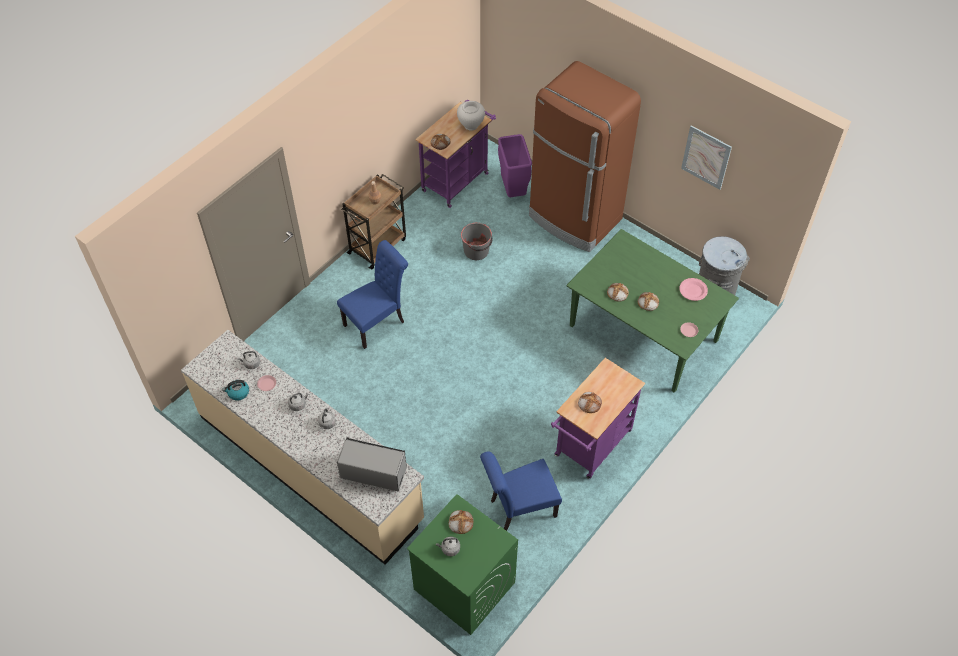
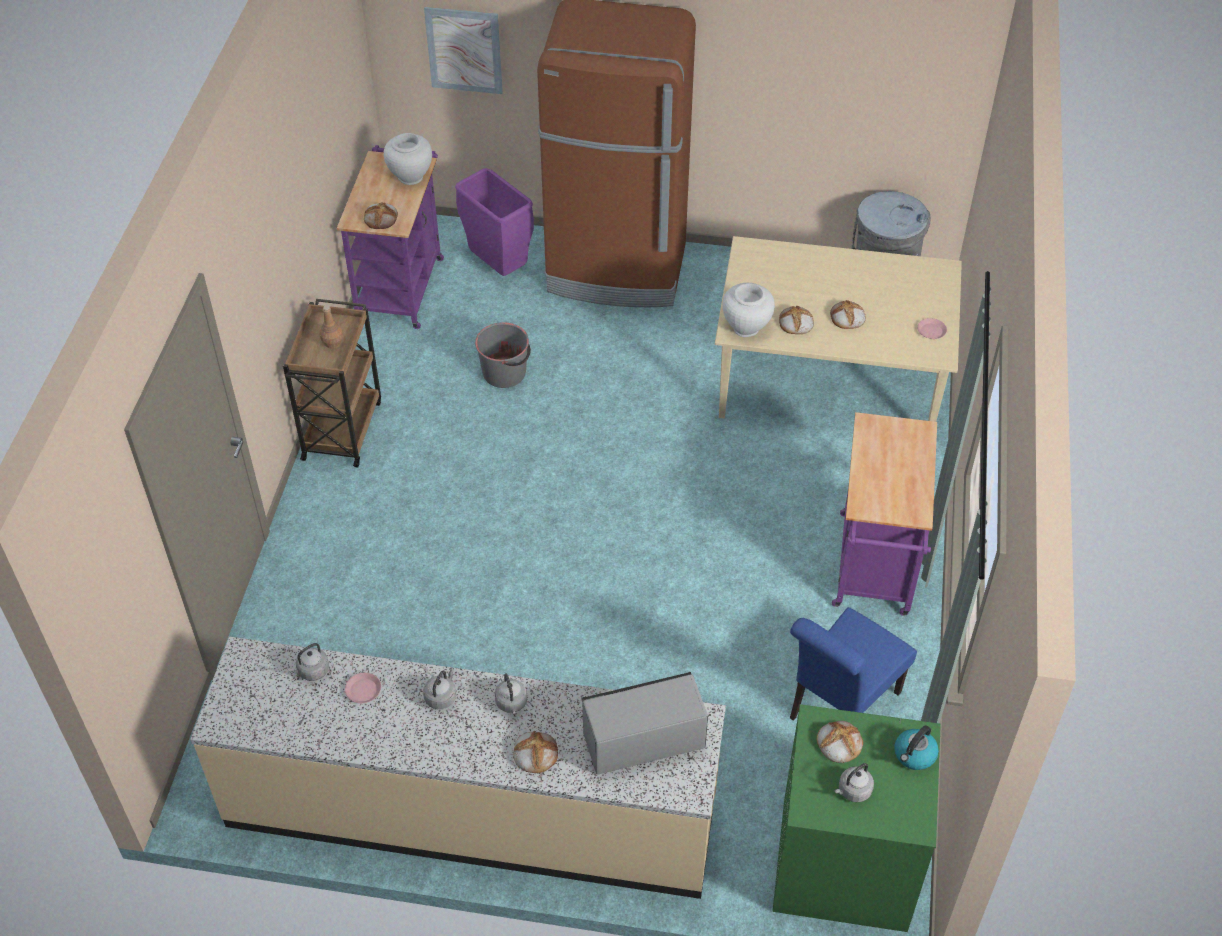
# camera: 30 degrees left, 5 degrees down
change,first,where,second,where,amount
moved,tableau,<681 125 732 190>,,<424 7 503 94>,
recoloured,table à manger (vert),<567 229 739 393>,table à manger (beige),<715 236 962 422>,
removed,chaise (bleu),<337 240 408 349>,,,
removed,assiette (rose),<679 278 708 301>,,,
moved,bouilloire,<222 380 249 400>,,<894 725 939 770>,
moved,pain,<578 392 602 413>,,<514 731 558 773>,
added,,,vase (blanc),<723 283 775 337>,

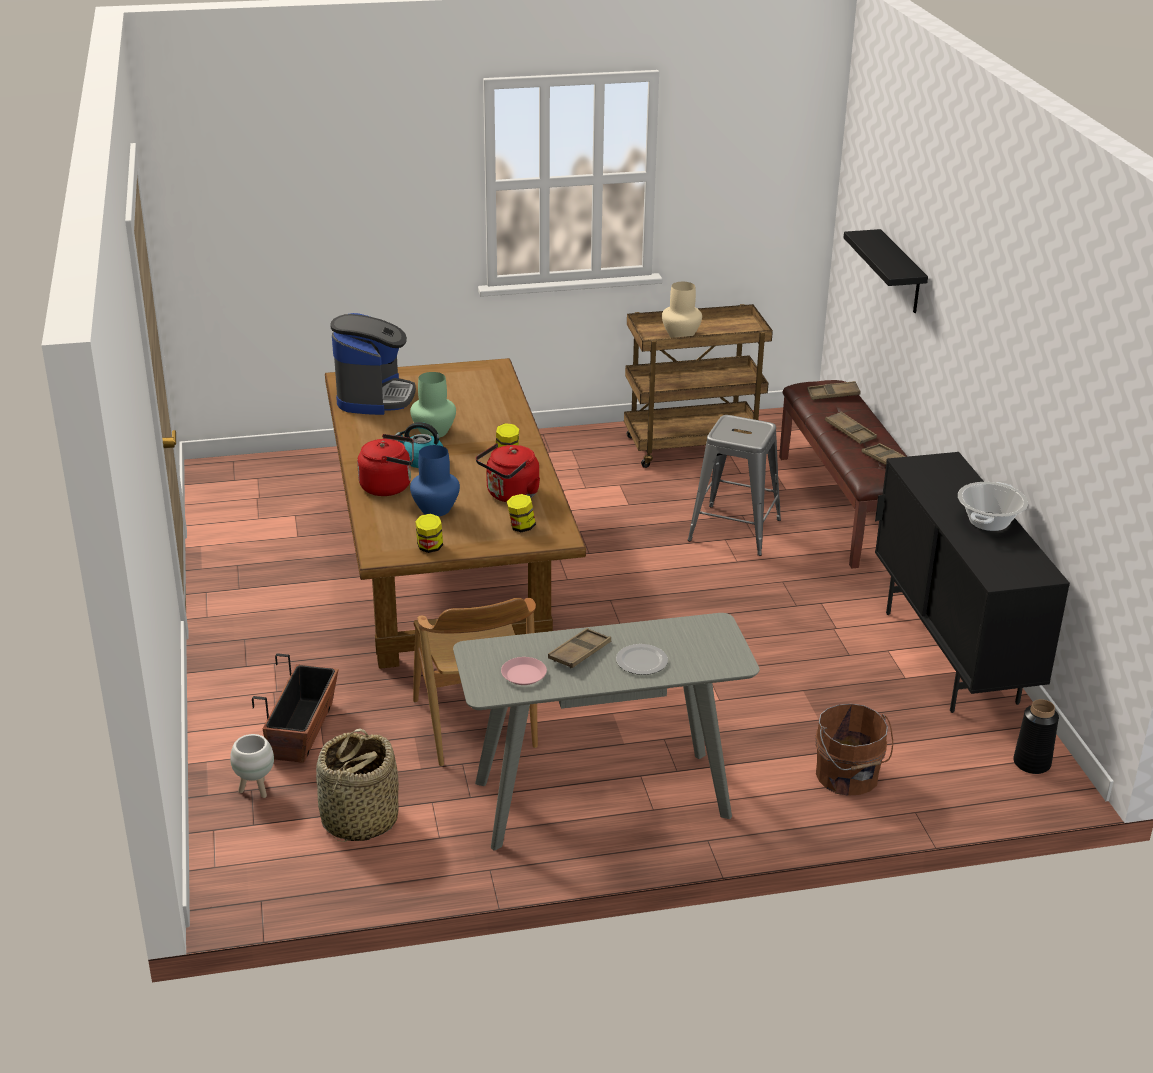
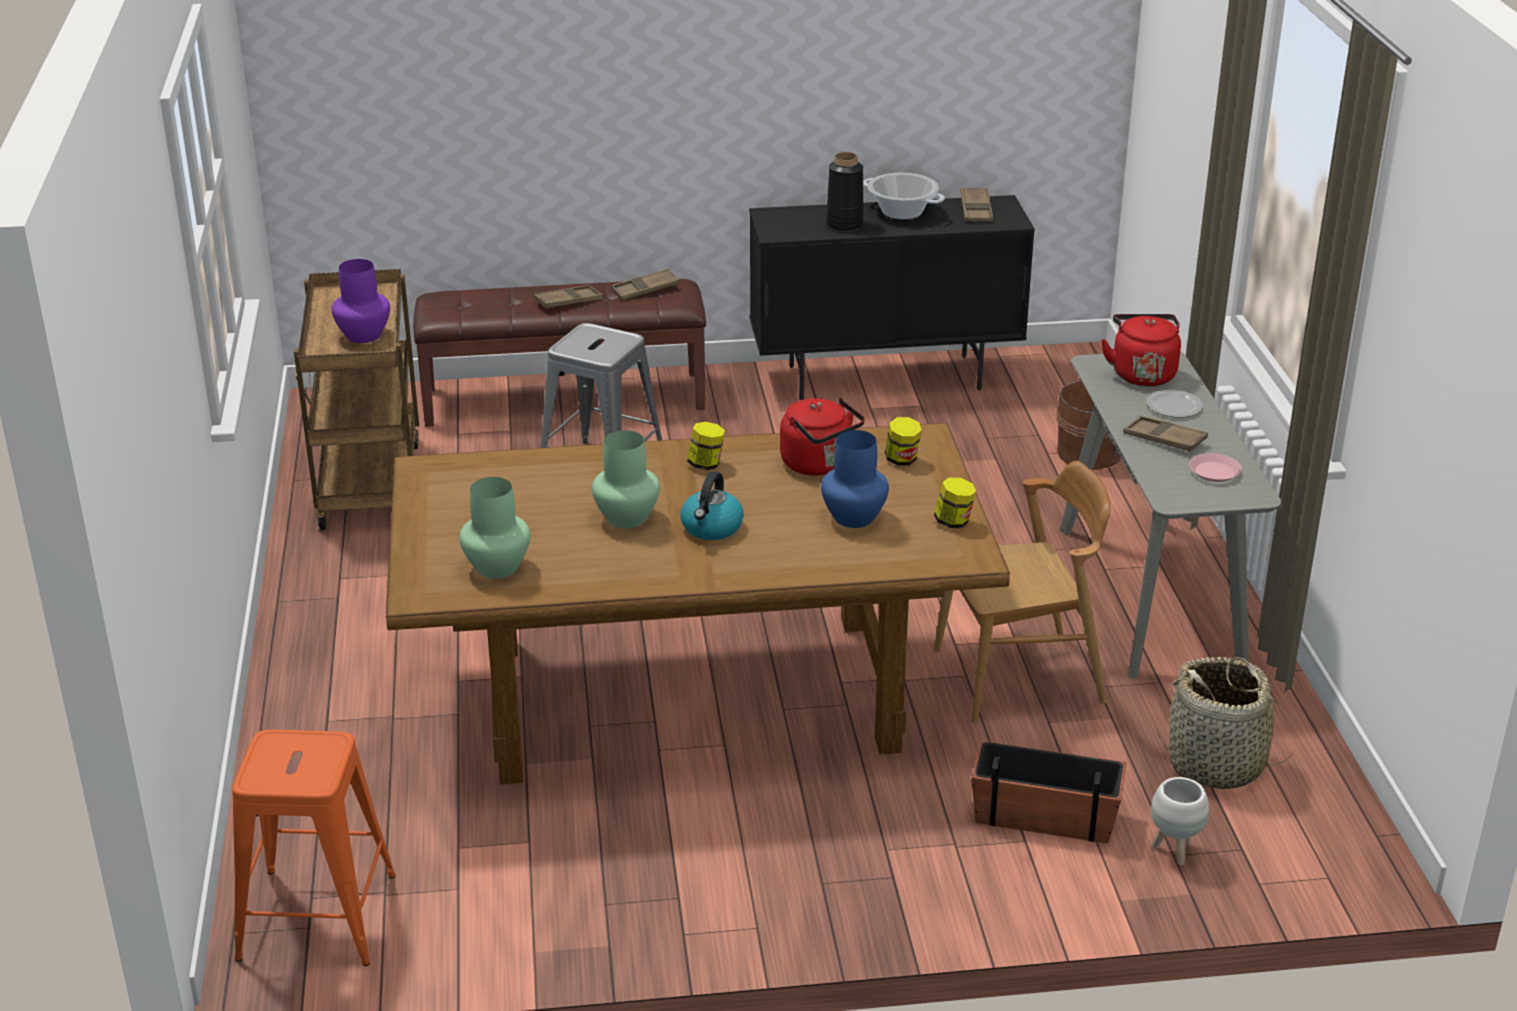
# camera: 85 degrees left, 0 degrees up
change,first,where,second,where,amount
removed,étagère (noir),<844 229 928 313>,,,
recoloured,vase (beige),<662 282 702 338>,vase (violet),<331 259 390 343>,
replaced,machine à café,<330 313 416 415>,vase (vert),<459 477 530 579>,
moved,plateau (marron),<807 381 861 400>,,<960 187 993 222>,
moved,bouilloire (rouge),<357 434 414 496>,,<1101 314 1181 386>,
moved,vase (noir),<1013 699 1059 774>,,<826 152 864 232>,
added,,,tabouret (orange),<232 729 396 966>,

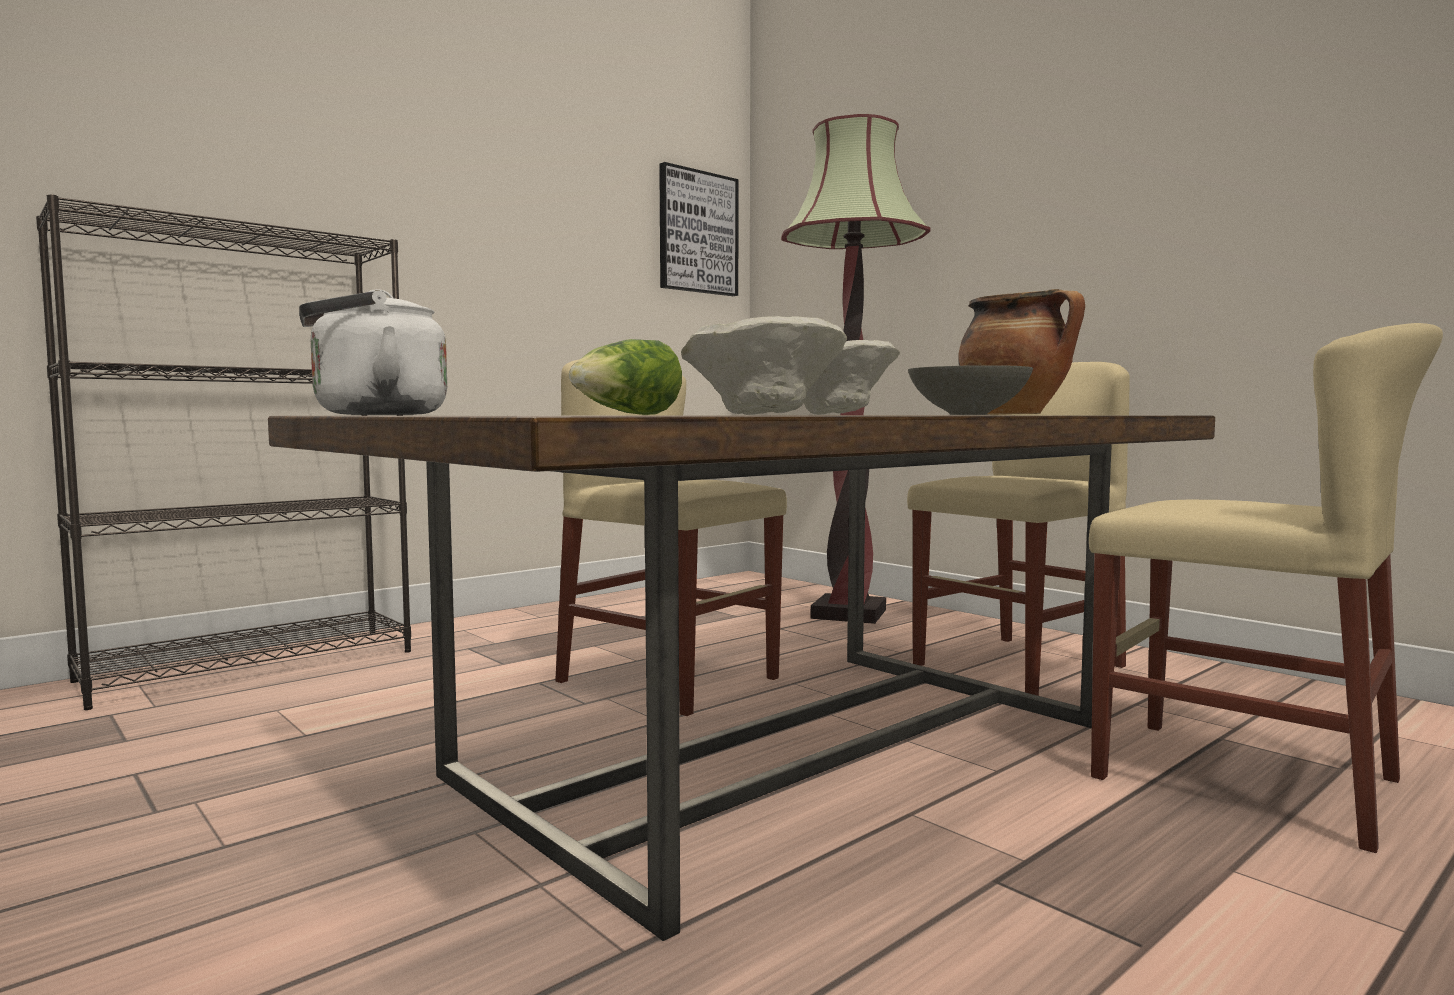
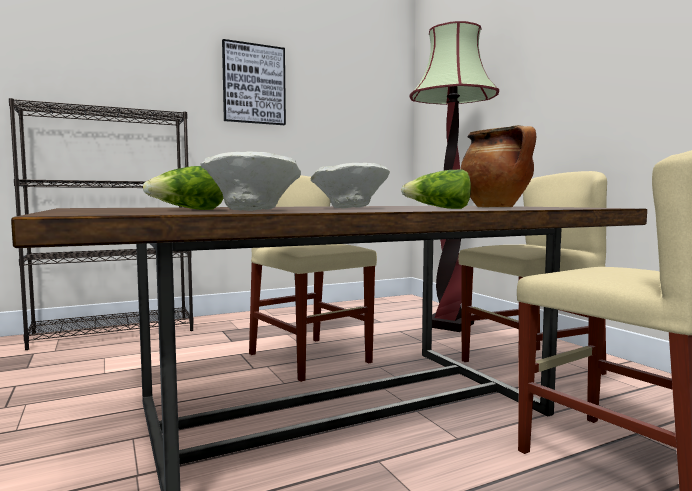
# camera: 15 degrees right, 0 degrees up
change,first,where,second,where,amount
moved,tableau,<659 162 738 296>,,<222 39 286 125>,
removed,bouilloire (blanc),<299 289 447 415>,,,
replaced,bol (gris),<908 365 1033 415>,laitue,<401 169 471 209>,

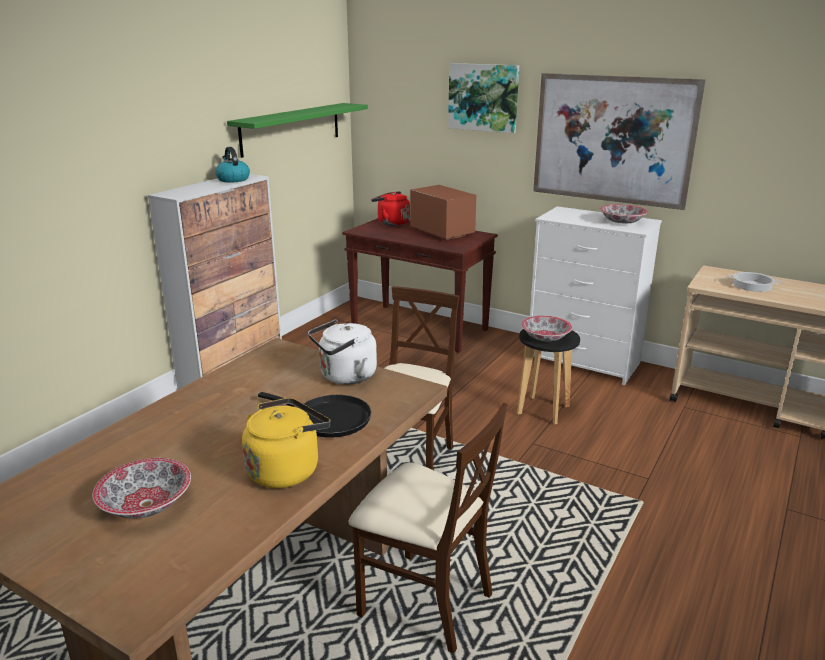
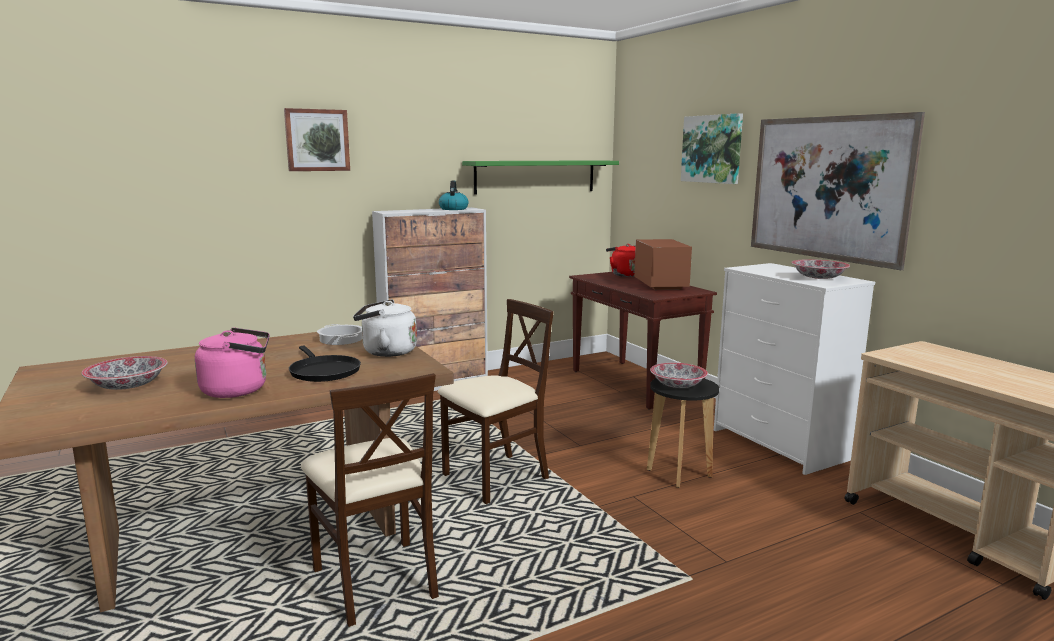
# camera: 30 degrees right, 10 degrees down
change,first,where,second,where,amount
moved,marmite,<728 272 781 292>,,<317 324 362 345>,
recoloured,bouilloire (jaune),<242 398 331 488>,bouilloire (rose),<195 328 270 398>,
added,,,tableau,<284 108 350 171>,

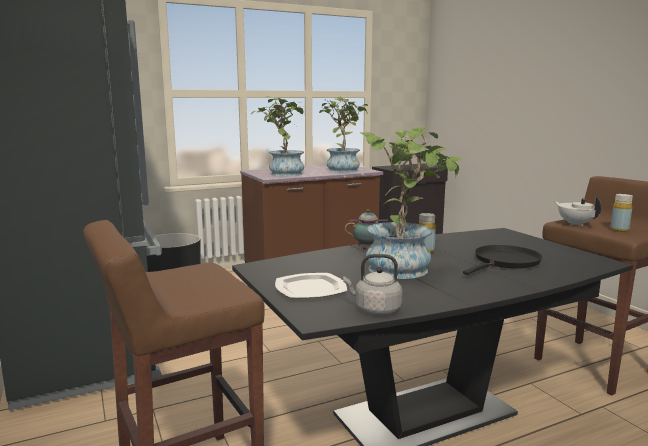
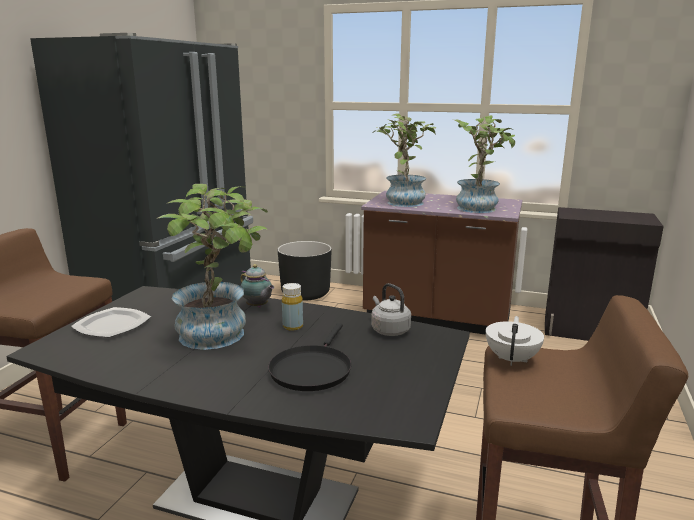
# camera: 45 degrees right, 5 degrees up
change,first,where,second,where,amount
removed,bouteille (jaune),<611 194 633 232>,,,
turned,poêle (noir),<463 245 542 275>,,<268 323 351 391>,105 degrees clockwise
moved,bouilloire (gris),<343 254 403 315>,,<371 283 411 336>,

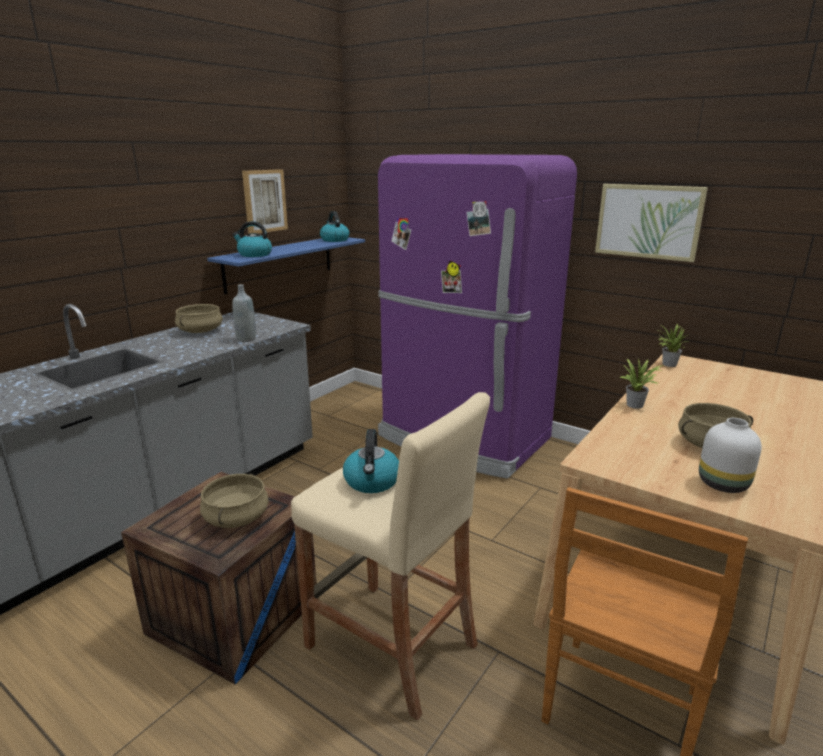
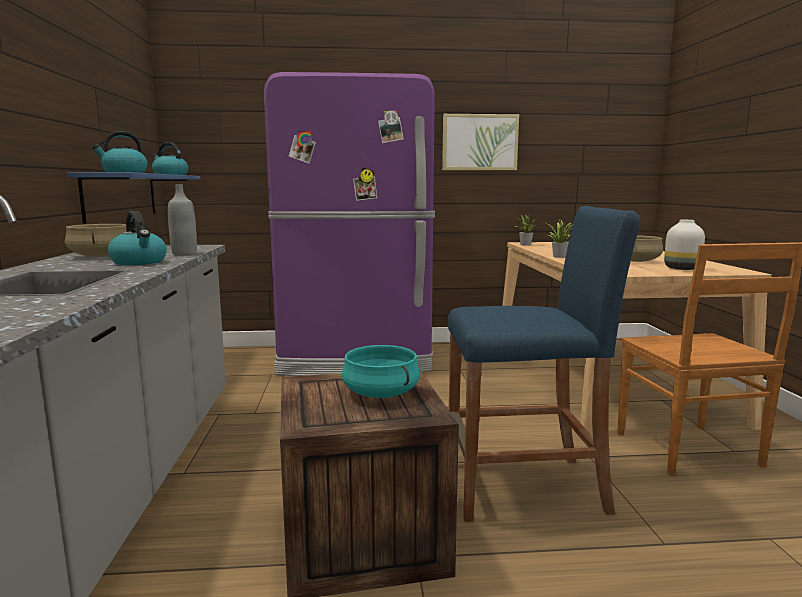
# camera: 40 degrees left, 10 degrees down
change,first,where,second,where,amount
removed,tableau,<242 169 288 234>,,,
recoloured,tabouret (beige),<291 392 490 721>,tabouret (bleu),<448 206 640 522>,
moved,bouilloire,<343 429 399 493>,,<108 211 167 265>,
recoloured,marmite (beige),<200 473 269 528>,marmite (turquoise),<342 345 420 398>,

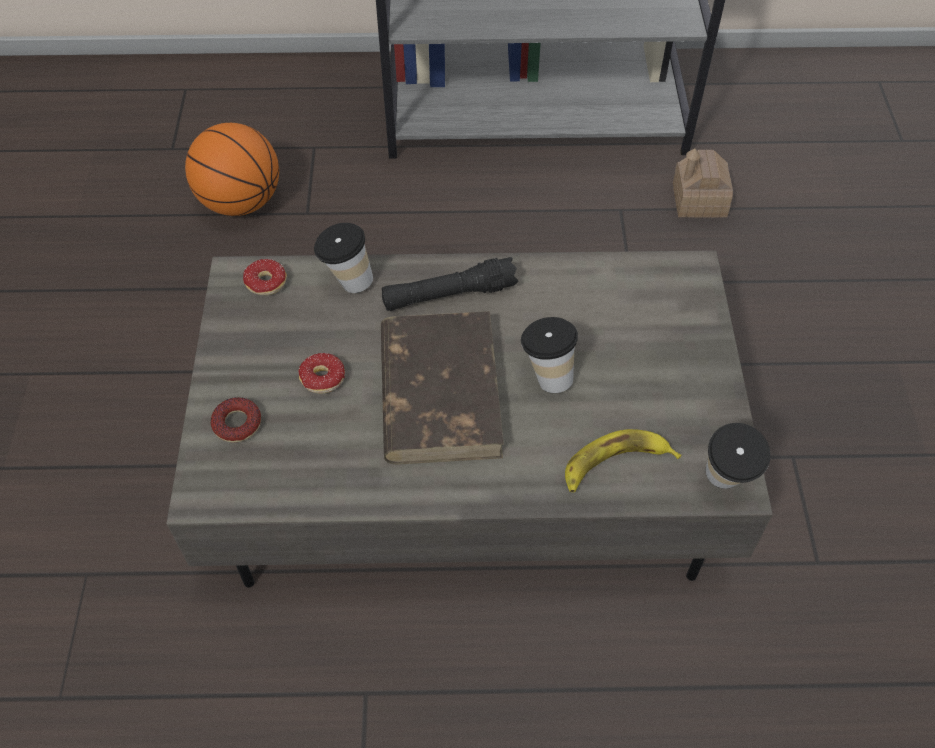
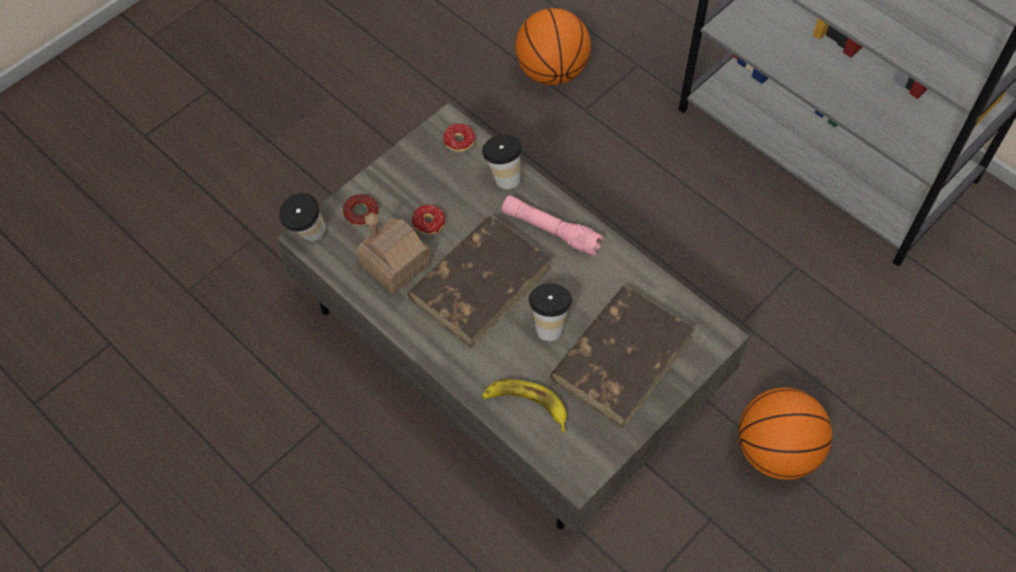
# camera: 45 degrees right, 5 degrees up
change,first,where,second,where,amount
moved,maison miniature,<673 148 733 218>,,<357 213 431 295>,
recoloured,lampe de poche (noir),<382 257 518 311>,lampe de poche (rose),<502 195 604 256>,
moved,tasse,<706 423 771 489>,,<279 193 326 241>,
added,,,livre (marron),<550 286 695 428>,
added,,,ballon de basket,<738 388 832 480>,

